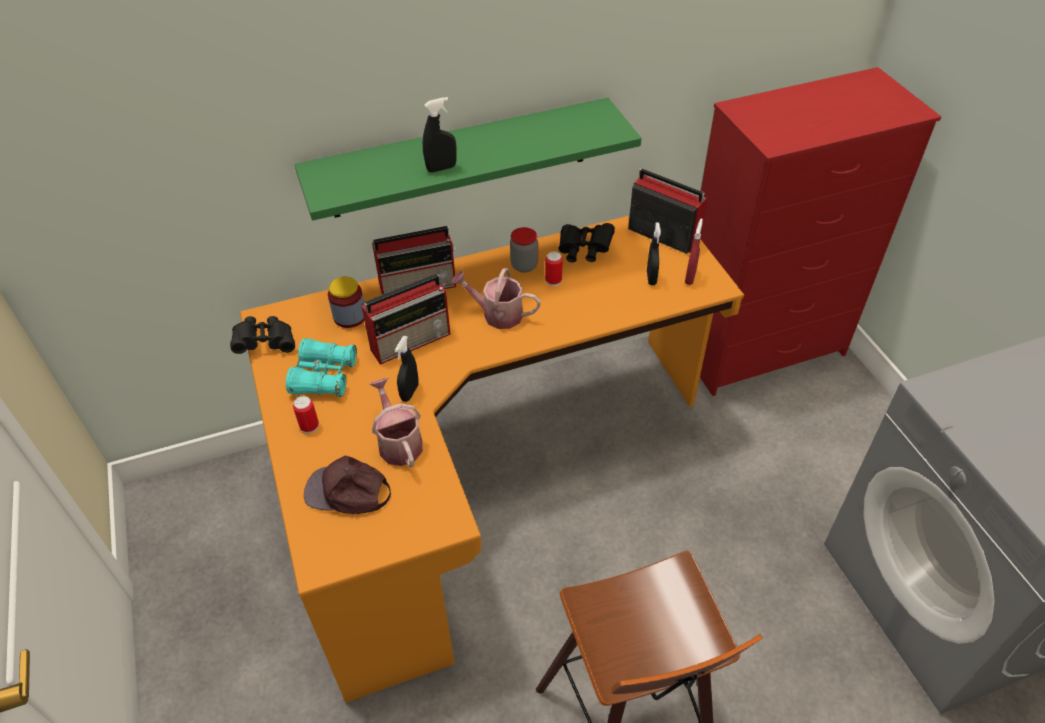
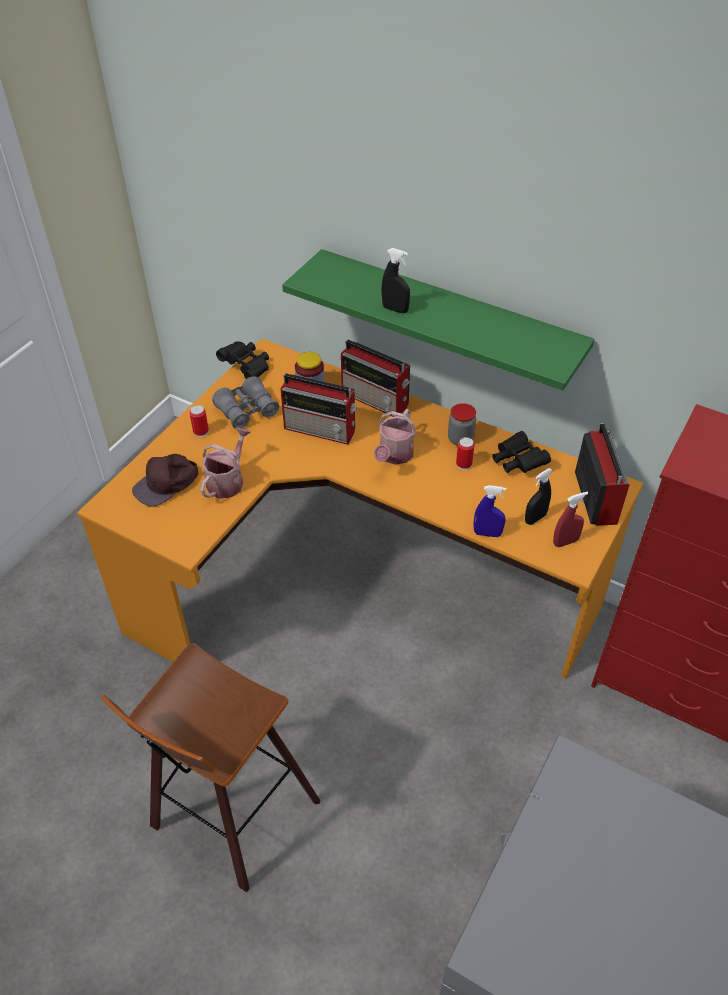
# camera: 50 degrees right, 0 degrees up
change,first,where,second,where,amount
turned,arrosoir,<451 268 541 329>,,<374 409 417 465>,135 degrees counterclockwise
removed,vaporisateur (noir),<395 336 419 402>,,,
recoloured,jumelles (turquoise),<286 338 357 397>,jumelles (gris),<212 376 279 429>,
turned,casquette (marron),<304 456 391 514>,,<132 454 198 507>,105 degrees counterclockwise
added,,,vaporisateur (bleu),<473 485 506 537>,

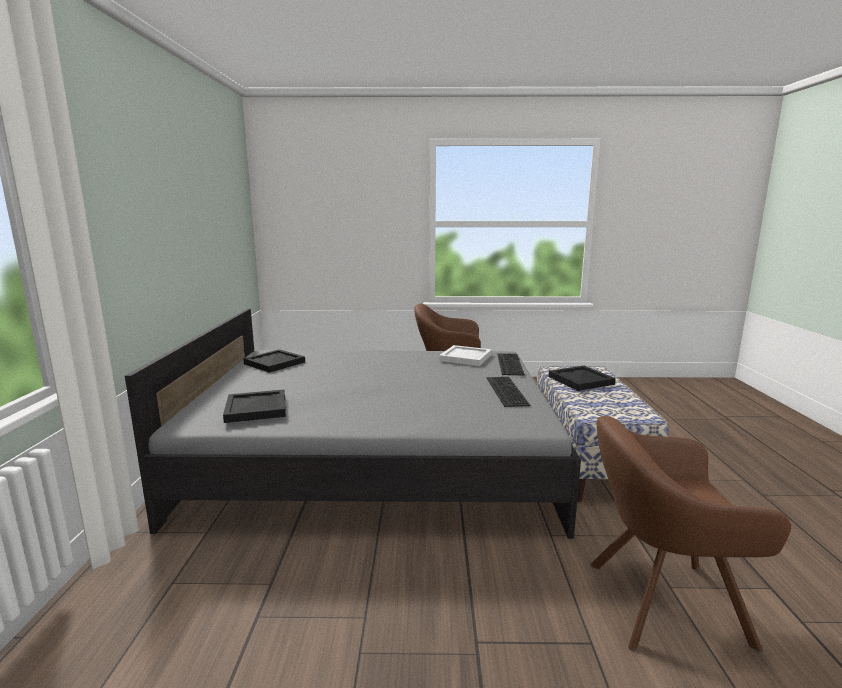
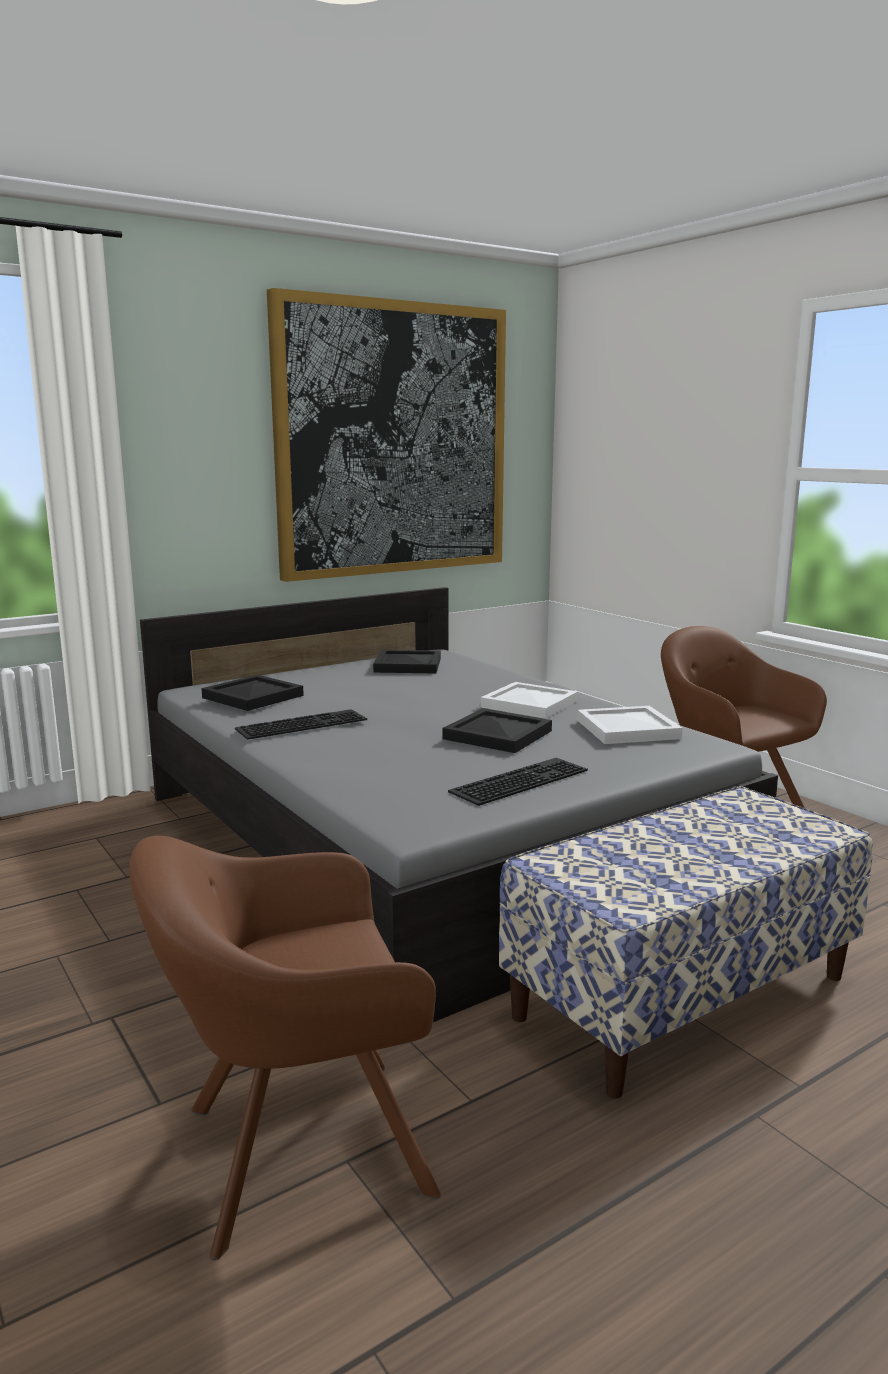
# camera: 55 degrees right, 0 degrees up
change,first,where,second,where,amount
moved,clavier,<497 353 525 376>,,<235 709 367 740>,
moved,plateau (noir),<548 366 616 391>,,<443 708 552 753>,
turned,fauteuil (marron),<590 416 791 652>,,<129 836 441 1260>,75 degrees counterclockwise
added,,,tableau,<267 288 506 582>,
added,,,plateau (blanc),<480 682 578 719>,

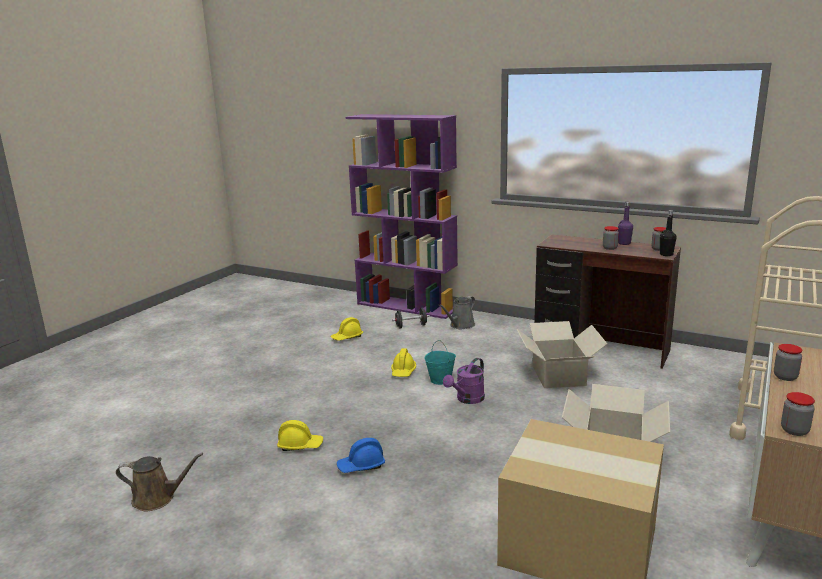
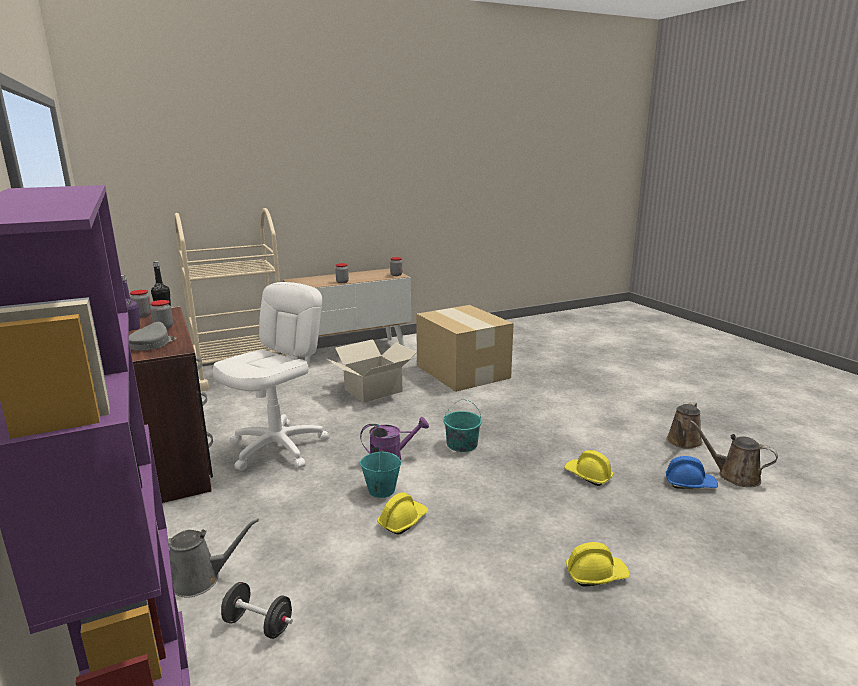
# camera: 145 degrees left, 0 degrees up
change,first,where,second,where,amount
moved,casque de chantier (jaune),<331 317 363 341>,,<566 542 630 587>,
replaced,carton,<517 321 607 388>,chaise de bureau (blanc),<212 282 330 471>,
moved,casque de chantier (bleu),<337 438 385 473>,,<666 456 718 489>,
added,,,casquette (gris),<129 322 177 351>,
added,,,seau (turquoise),<443 399 482 452>,
added,,,arrosoir (marron),<667 402 703 449>,

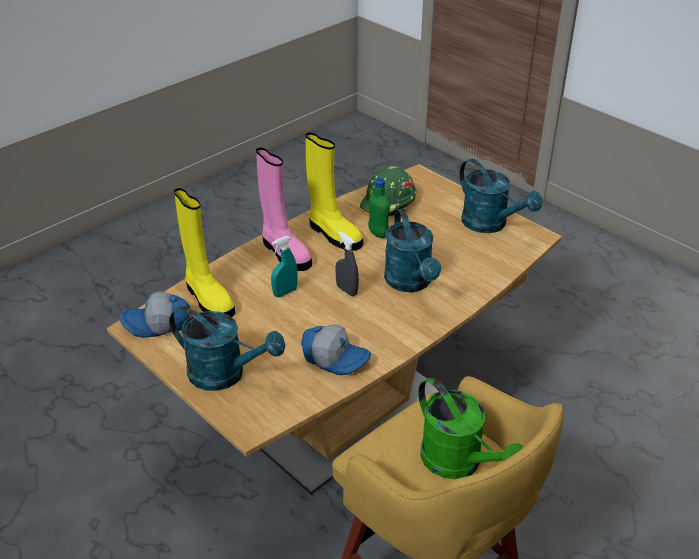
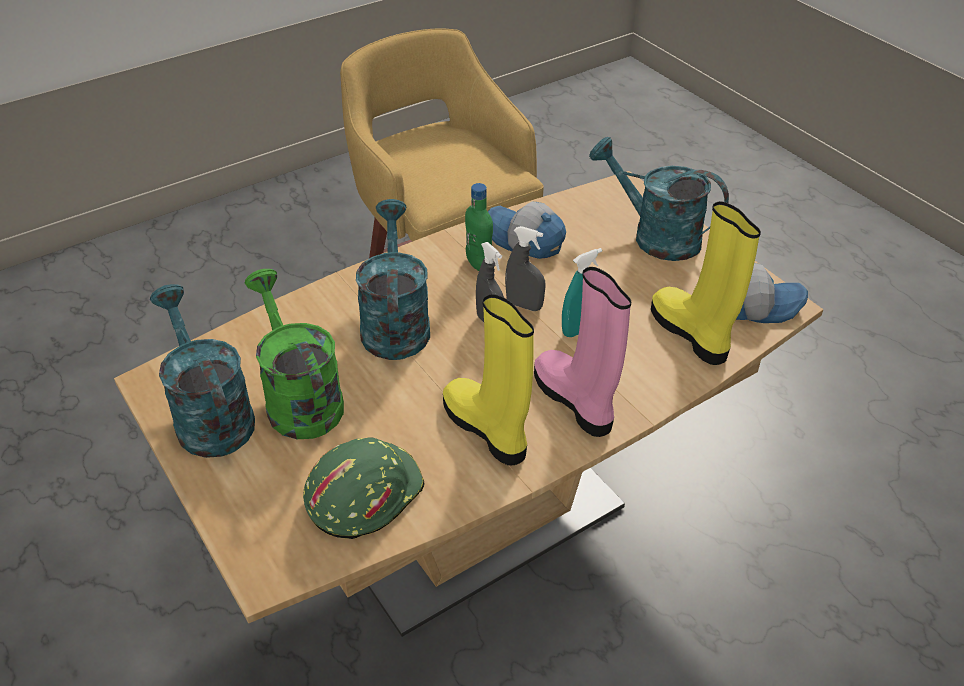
# camera: 170 degrees left, 5 degrees up
change,first,where,second,where,amount
moved,bouteille (vert),<368 178 390 238>,,<465 183 493 271>,
moved,arrosoir (vert),<418 377 523 479>,,<245 269 344 439>,
added,,,vaporisateur (gris),<505 226 545 311>,

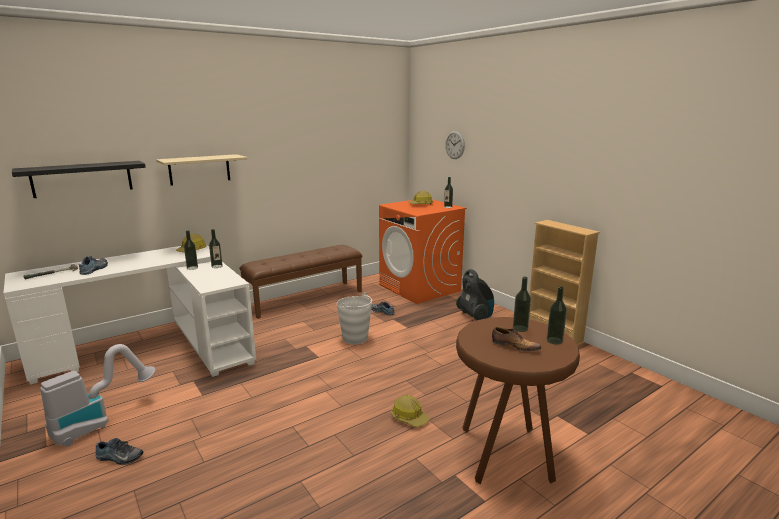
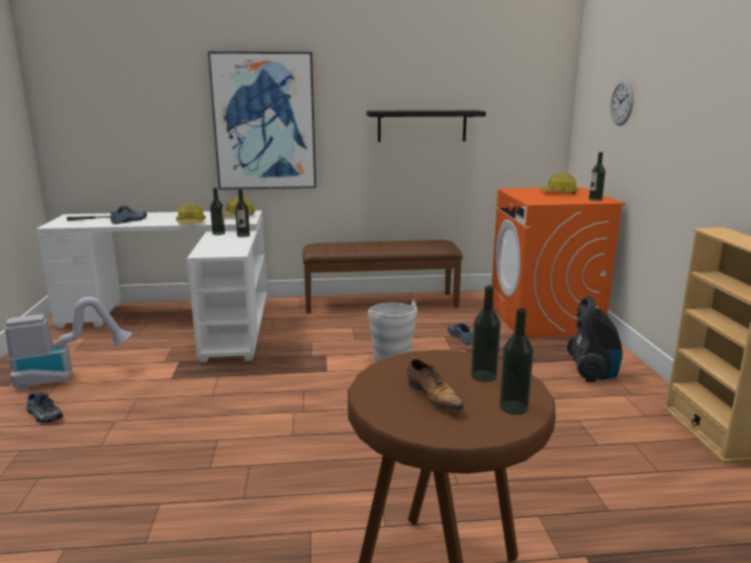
# camera: 30 degrees right, 0 degrees up
change,first,where,second,where,amount
replaced,étagère (beige),<156 154 248 186>,tableau,<208 51 316 190>,
moved,étagère (noir),<12 161 146 198>,,<367 110 486 142>,
moved,casque de chantier,<392 395 429 427>,,<176 202 206 224>,

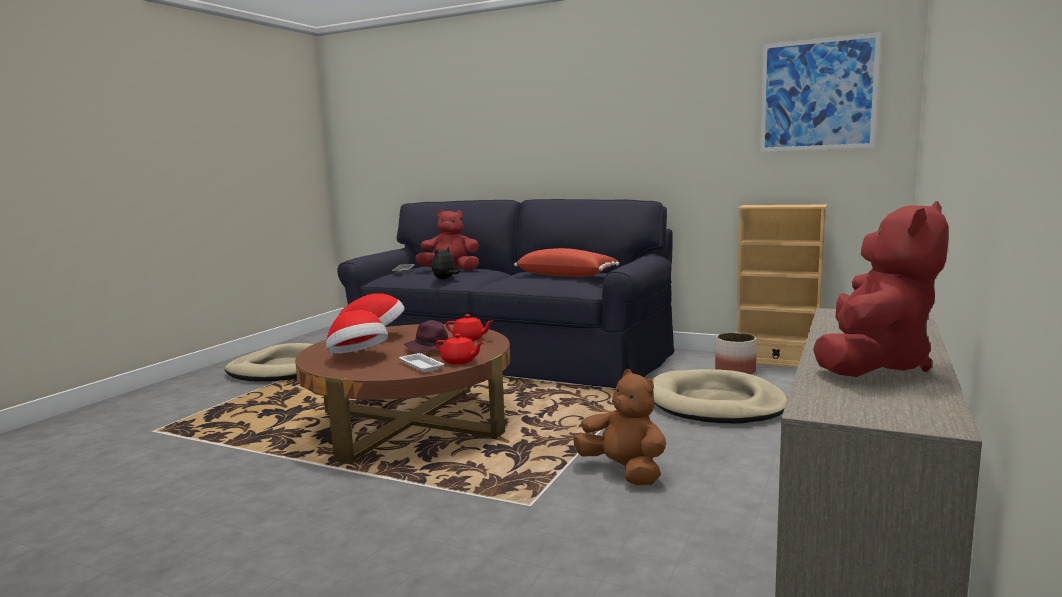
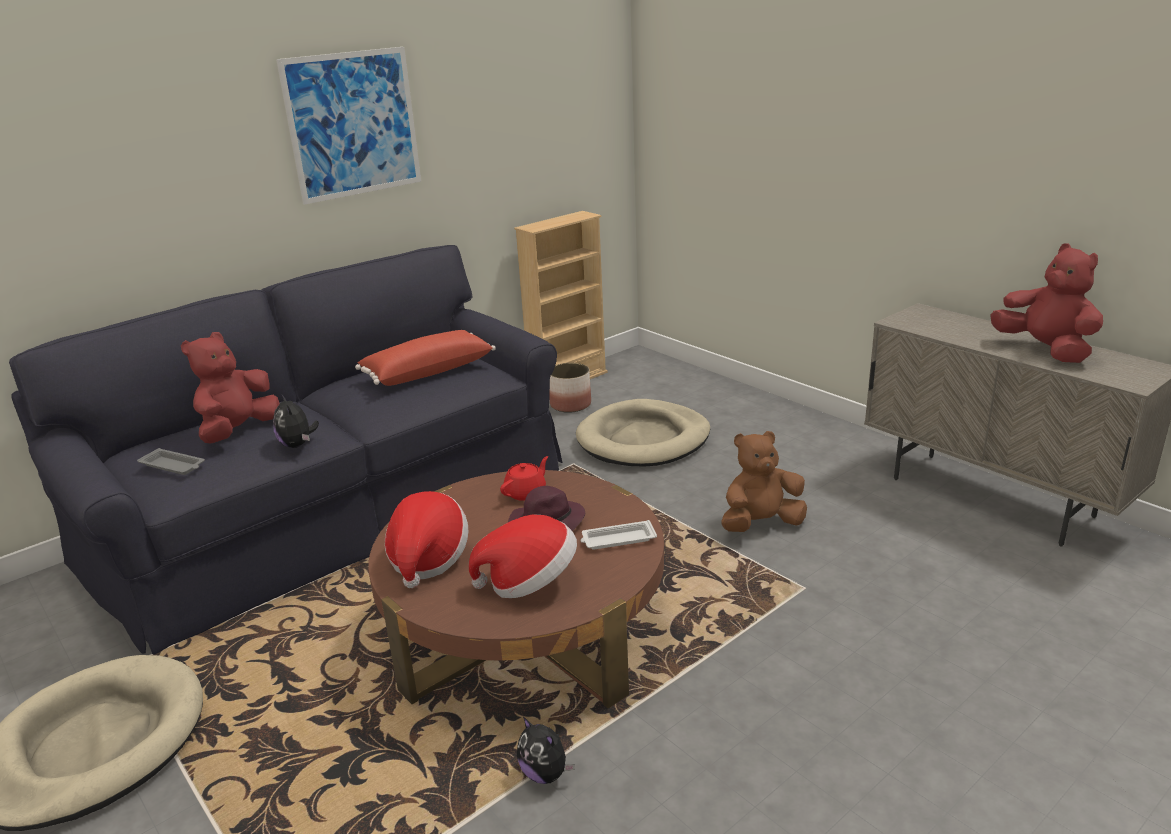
# camera: 65 degrees left, 15 degrees up
change,first,where,second,where,amount
moved,tableau,<760 32 881 152>,,<276 47 421 205>,
removed,théière (rouge),<436 334 484 364>,,,
added,,,peluche,<517 717 575 784>,

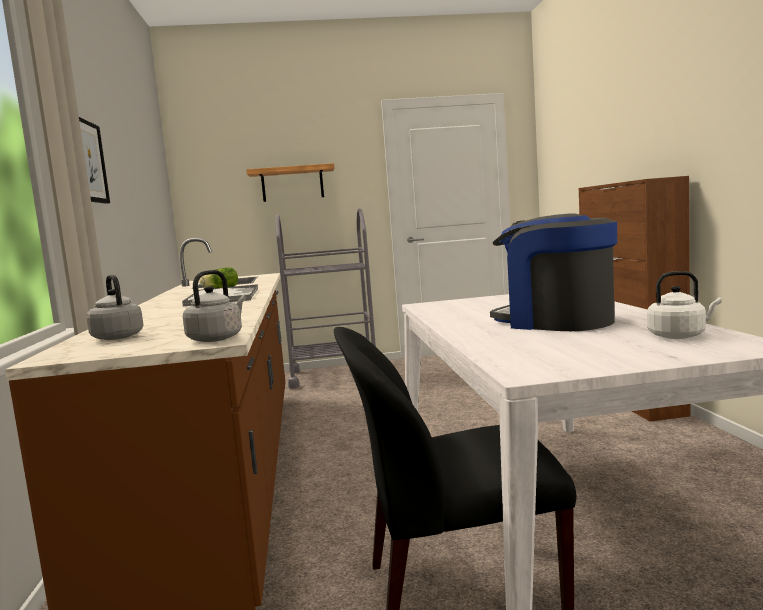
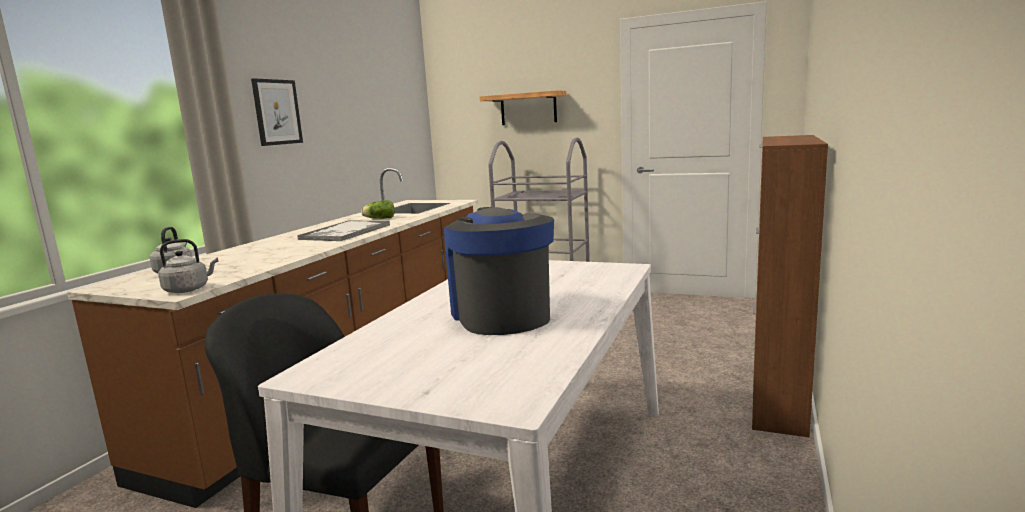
# camera: 30 degrees right, 5 degrees up
change,first,where,second,where,amount
removed,bouilloire (blanc),<647 271 722 339>,,,

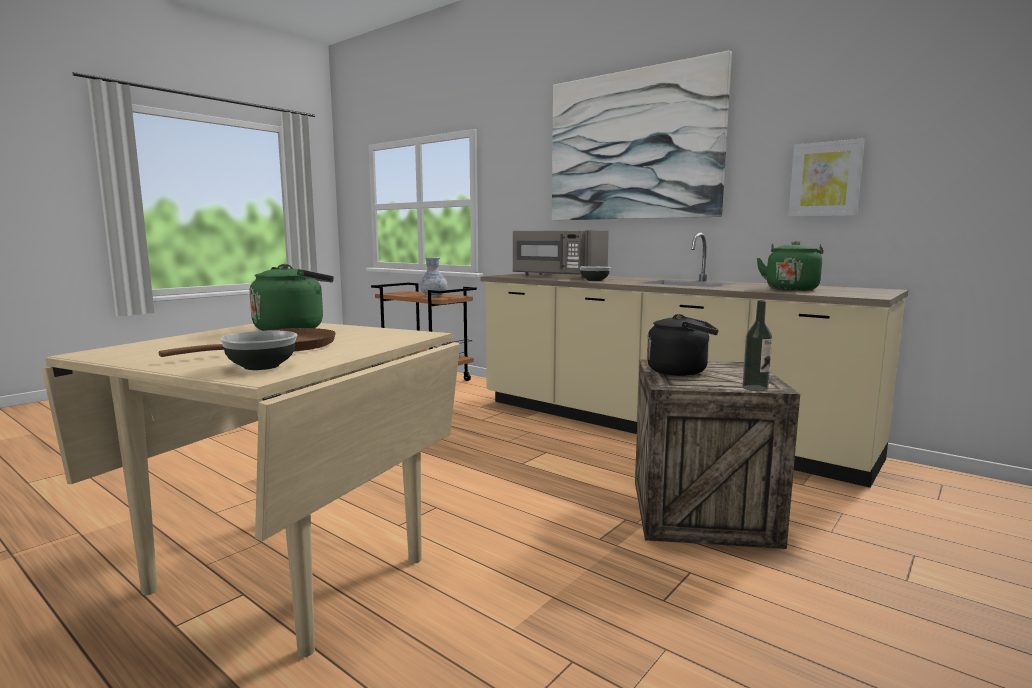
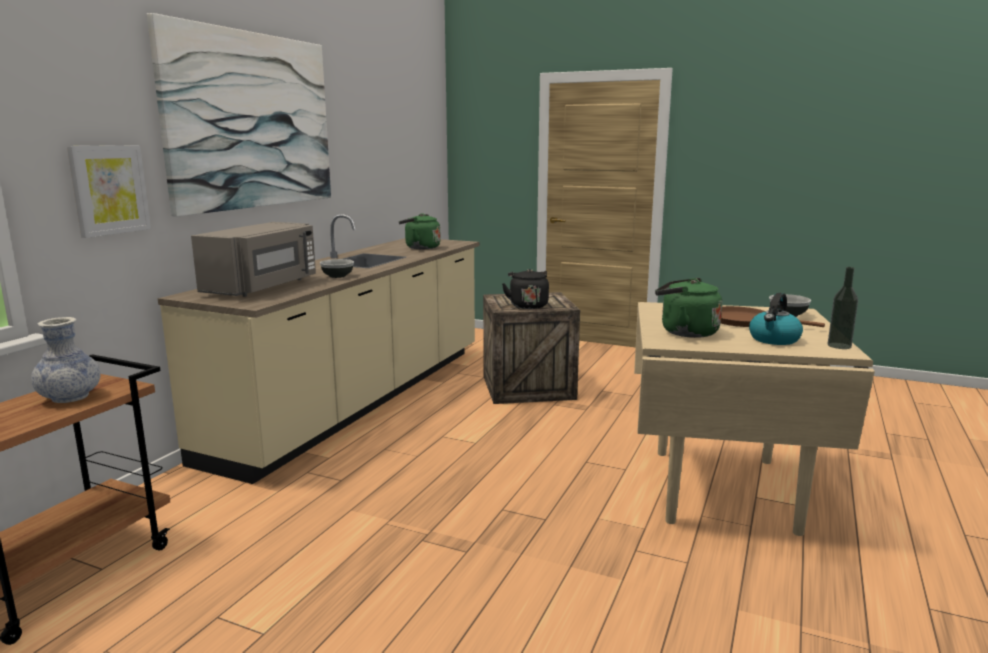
# camera: 105 degrees left, 5 degrees up
change,first,where,second,where,amount
moved,tableau,<788 138 865 217>,,<67 145 151 238>,
moved,bouteille,<742 300 772 391>,,<828 267 858 349>,
added,,,bouilloire,<749 293 803 345>,

